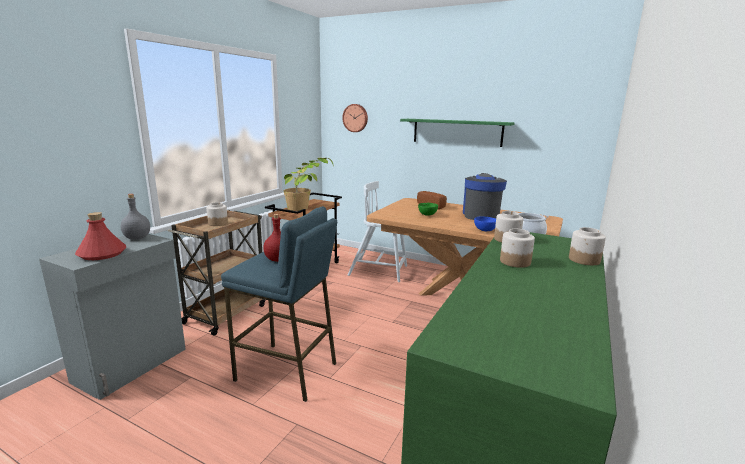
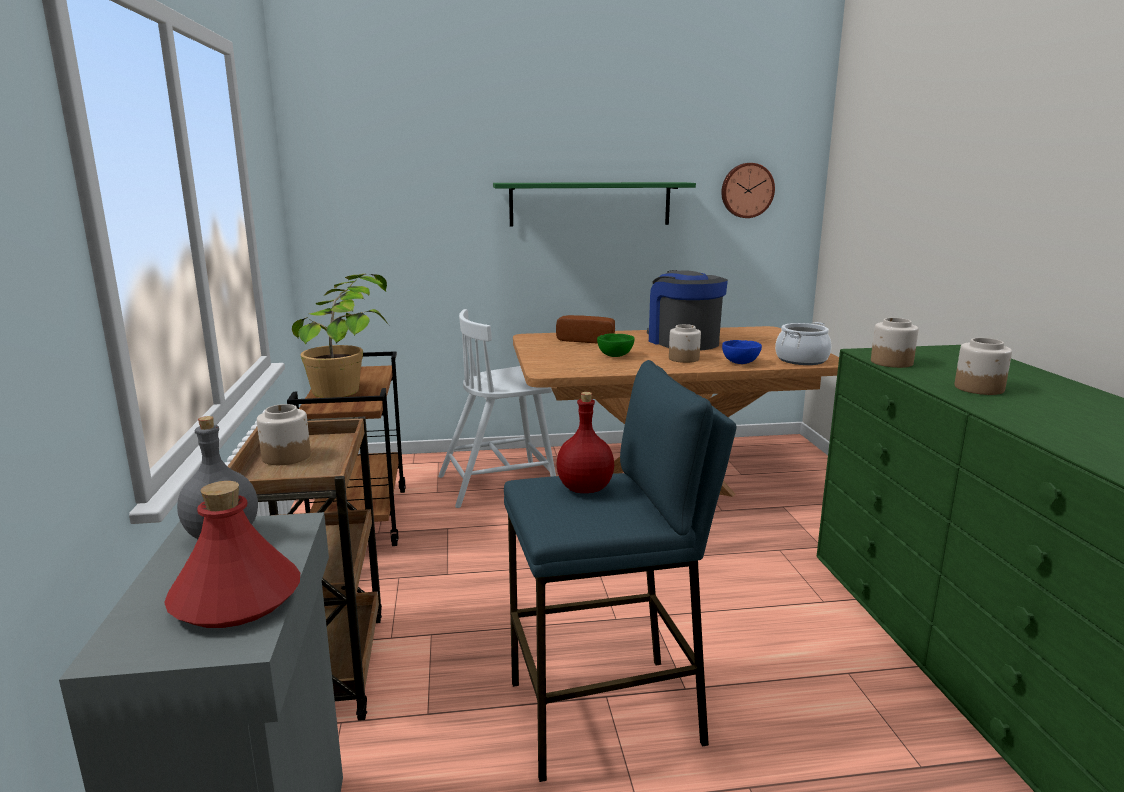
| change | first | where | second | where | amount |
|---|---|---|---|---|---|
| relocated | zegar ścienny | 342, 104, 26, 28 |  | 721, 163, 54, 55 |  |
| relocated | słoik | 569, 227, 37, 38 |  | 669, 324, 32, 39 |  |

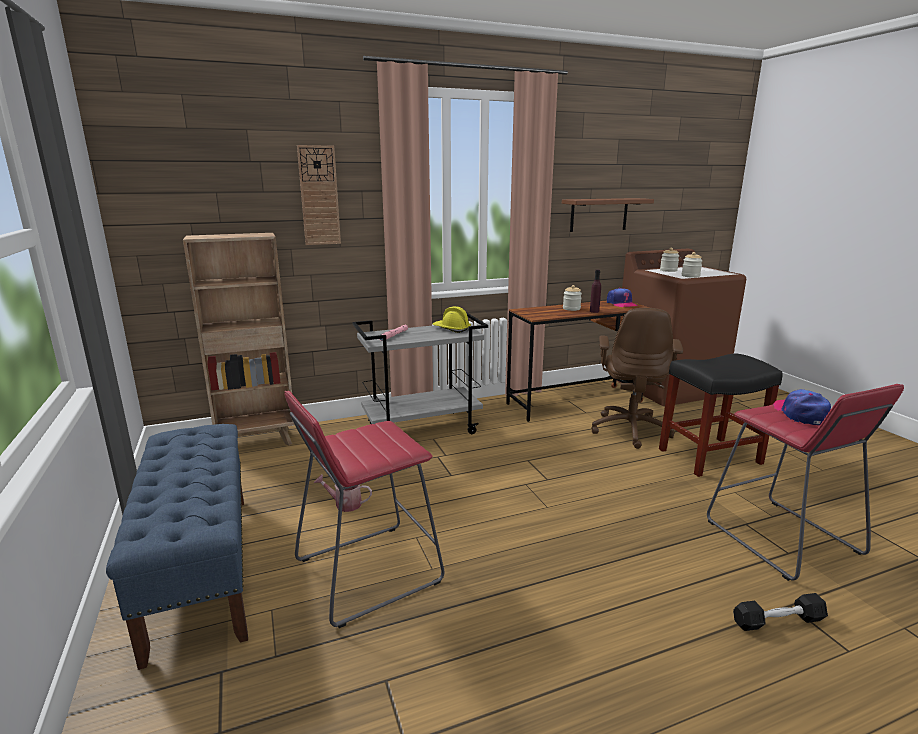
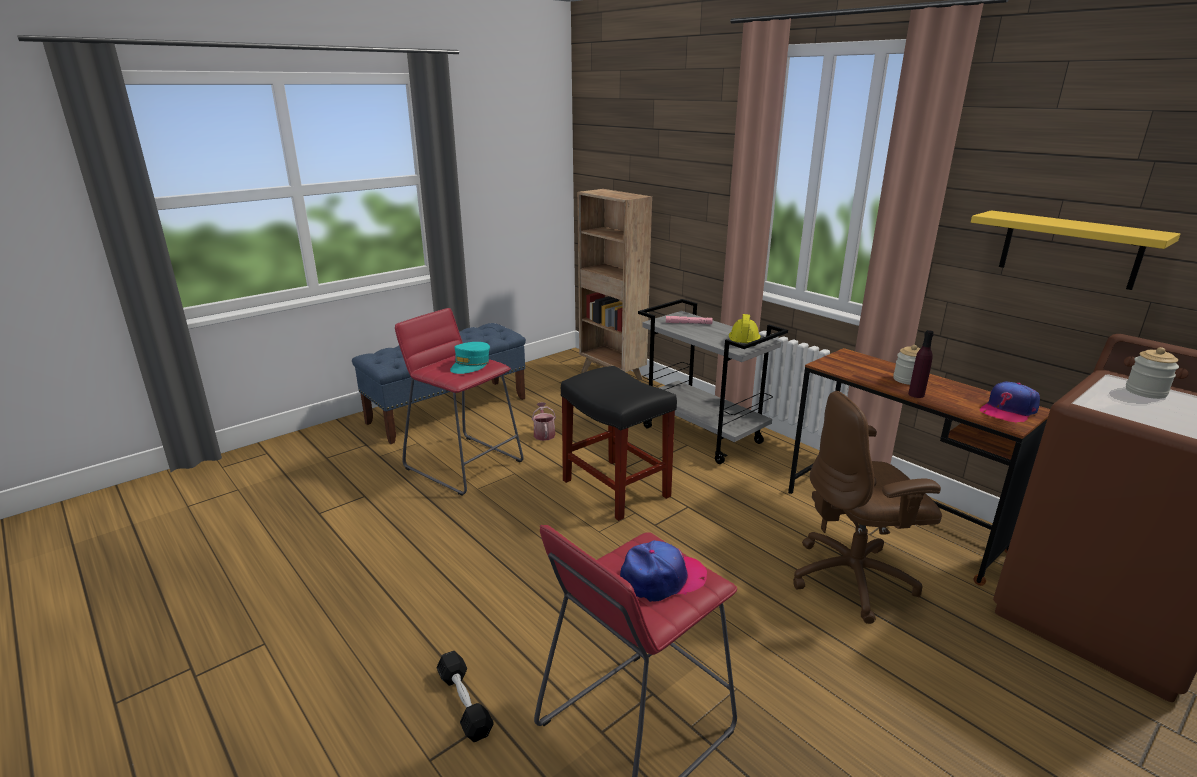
| change | first | where | second | where | amount |
|---|---|---|---|---|---|
| missing | zegar ścienny | 297, 145, 44, 100 |  |  |  |
| missing | słoik | 682, 252, 21, 26 |  |  |  |
| appeared |  |  | czapka z daszkiem [turkusowy] | 450, 342, 40, 32 |  |
| relocated | stołek [czarny] | 659, 353, 123, 124 |  | 561, 366, 116, 155 |  |
| colour | półka [brązowy] | 562, 198, 92, 34 | półka [żółty] | 971, 210, 209, 80 |  |

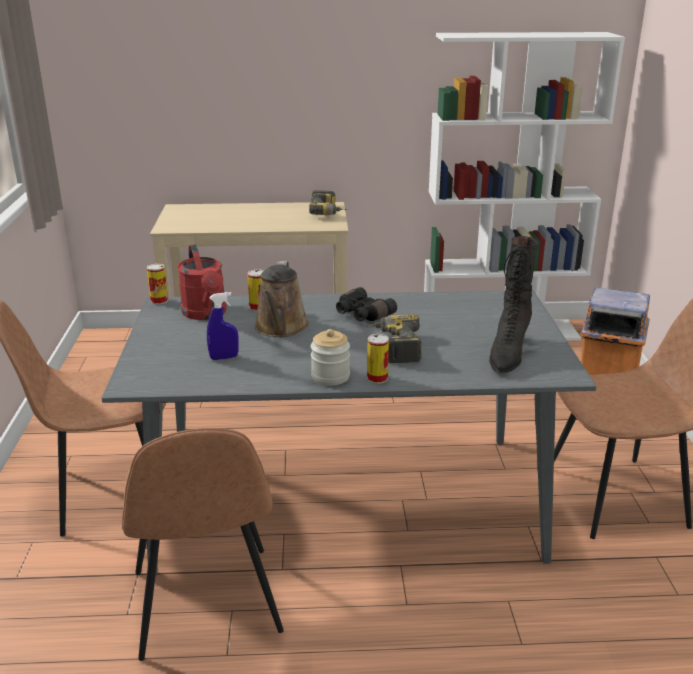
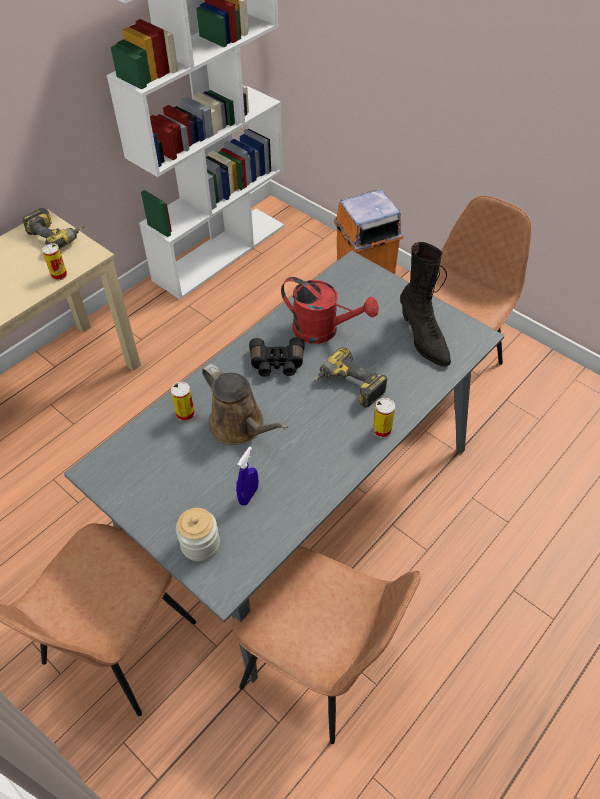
| change | first | where | second | where | amount |
|---|---|---|---|---|---|
| relocated | puszka | 147, 263, 21, 42 |  | 42, 243, 25, 38 |  |
| relocated | konewka [czerwony] | 177, 244, 49, 76 |  | 281, 277, 98, 67 |  |
| relocated | słoik | 311, 329, 39, 57 |  | 176, 508, 44, 53 |  |

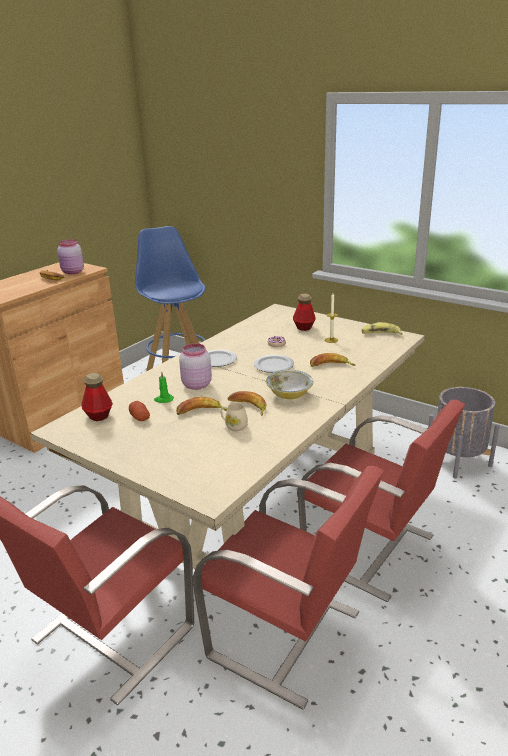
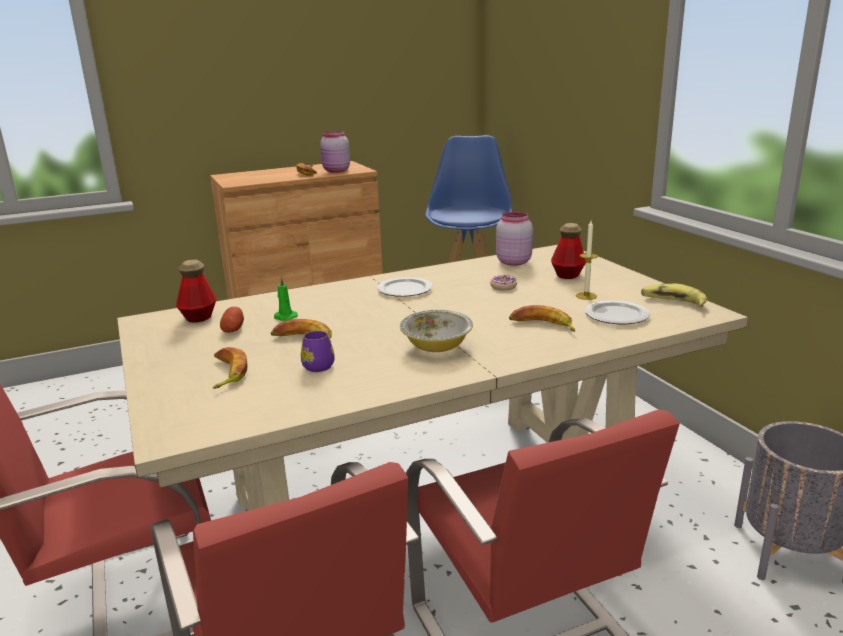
| change | first | where | second | where | amount |
|---|---|---|---|---|---|
| relocated | słoik [różowy] | 179, 343, 33, 47 |  | 496, 212, 37, 54 |  |
| relocated | banan | 227, 391, 40, 25 |  | 213, 347, 35, 42 |  |
| relocated | talerz | 254, 355, 40, 18 |  | 585, 301, 65, 23 |  |
| colour | kubek [beżowy] | 221, 403, 27, 28 | kubek [fioletowy] | 301, 331, 33, 41 |  |

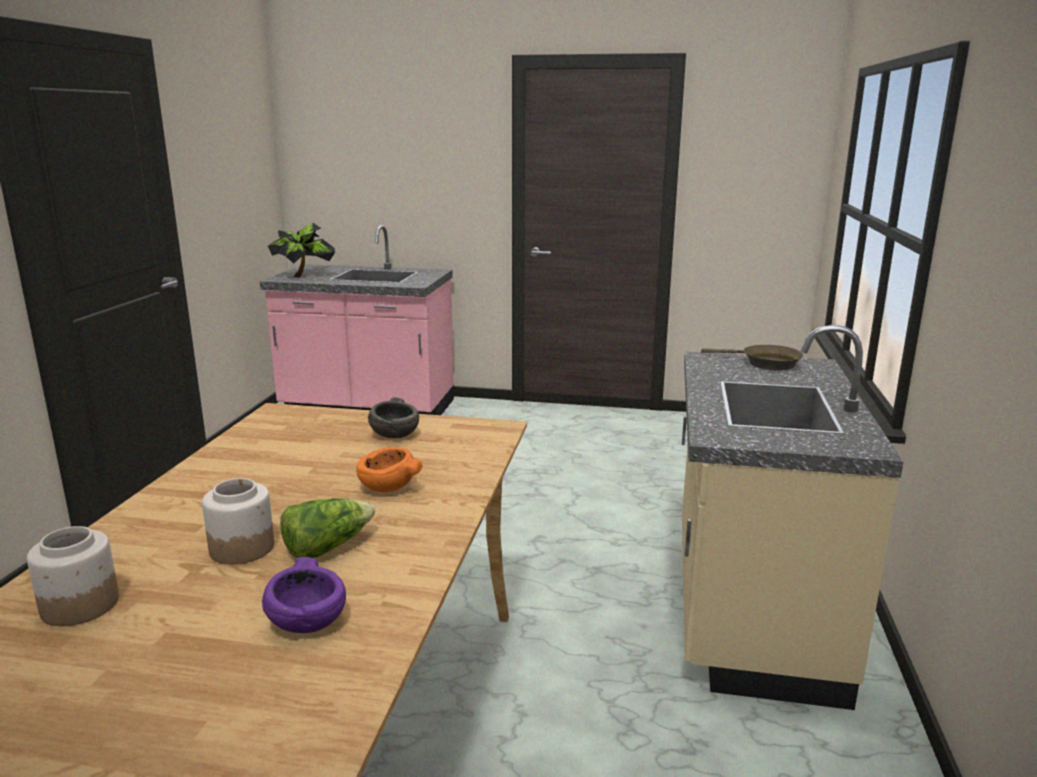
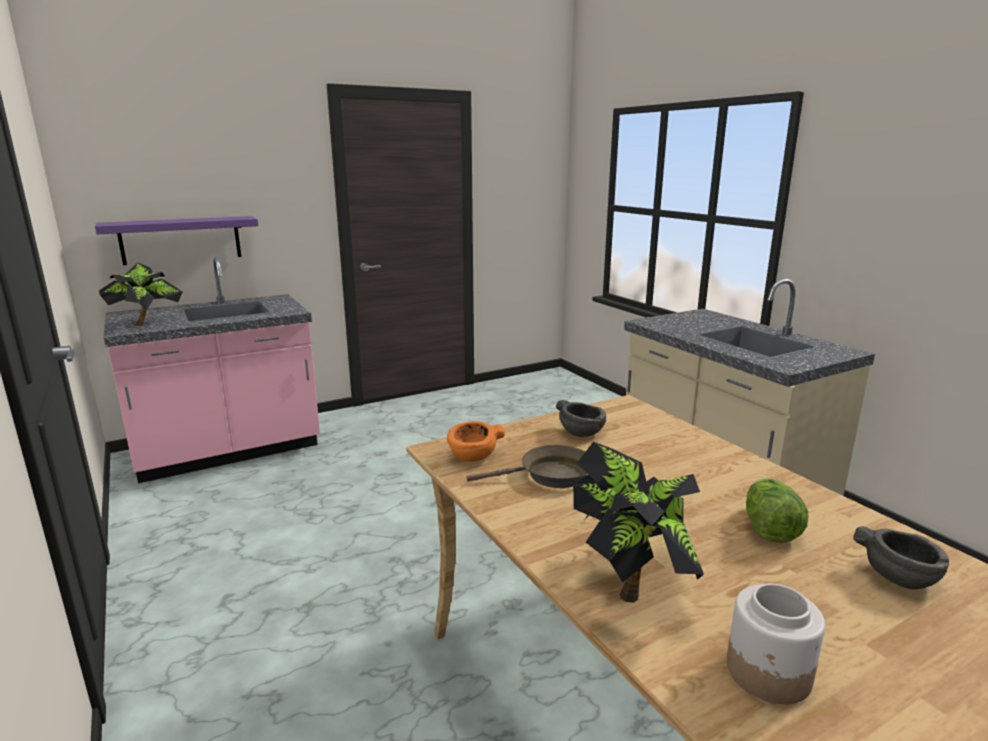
| change | first | where | second | where | amount |
|---|---|---|---|---|---|
| missing | słoik | 202, 478, 72, 86 |  |  |  |
| appeared |  |  | półka [fioletowy] | 95, 216, 163, 49 |  |
| appeared |  |  | roślina doniczkowa | 573, 442, 131, 161 |  |
| relocated | miska [pomarańczowy] | 356, 447, 67, 45 |  | 447, 421, 58, 41 |  |
| relocated | patelnia [brązowy] | 701, 345, 102, 26 |  | 467, 445, 121, 43 |  |
| colour | miska [fioletowy] | 262, 557, 84, 76 | miska [szary] | 853, 526, 96, 63 |  |

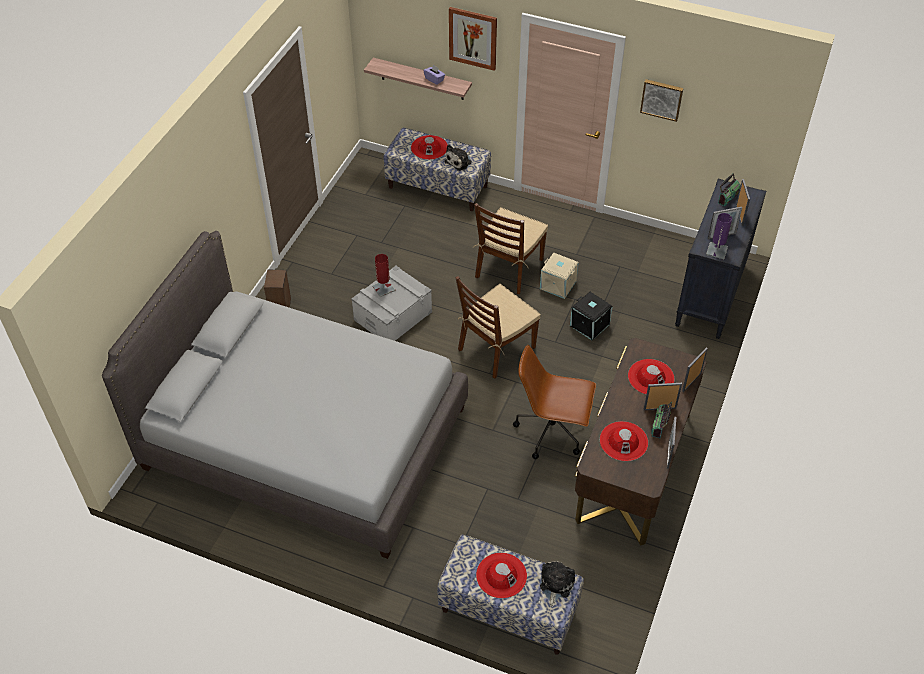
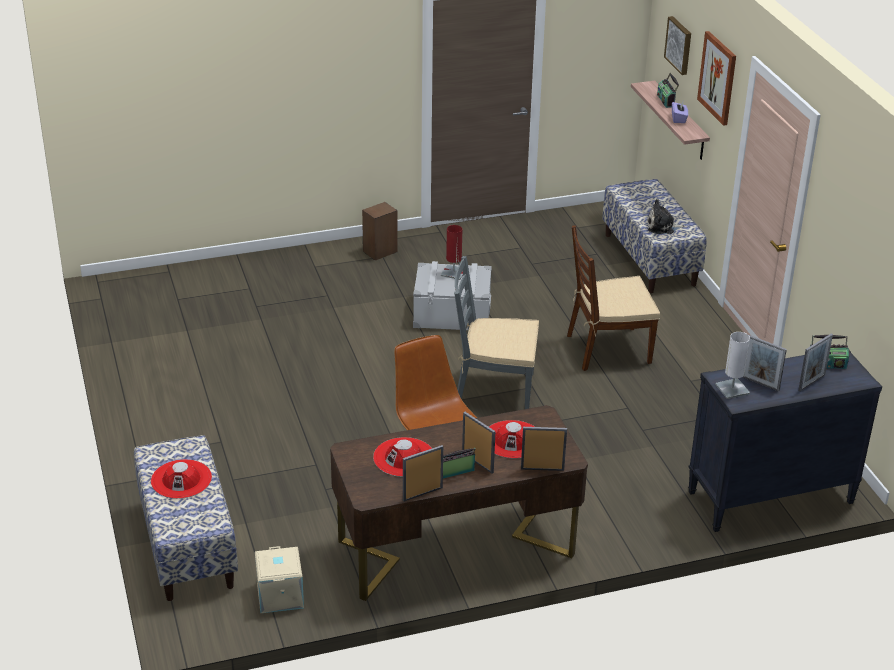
| change | first | where | second | where | amount |
|---|---|---|---|---|---|
| missing | łóżko [szary] | 102, 231, 366, 328 |  |  |  |
| missing | kapelusz [czerwony] | 411, 135, 37, 25 |  |  |  |
| missing | pluszak | 540, 561, 35, 46 |  |  |  |
| missing | pojemnik do przechowywania [czarny] | 570, 292, 42, 48 |  |  |  |
| appeared |  |  | radio | 657, 73, 22, 35 |  |
| relocated | pojemnik do przechowywania [beżowy] | 540, 253, 39, 46 |  | 255, 546, 49, 68 |  |
| relocated | obraz | 640, 79, 43, 43 |  | 664, 16, 27, 59 |  |
| colour | krzesło [brązowy] | 455, 276, 86, 103 | krzesło [szary] | 454, 256, 85, 153 |  |
| colour | lampa stołowa [fioletowy] | 706, 213, 26, 46 | lampa stołowa [biały] | 715, 332, 35, 67 |  |

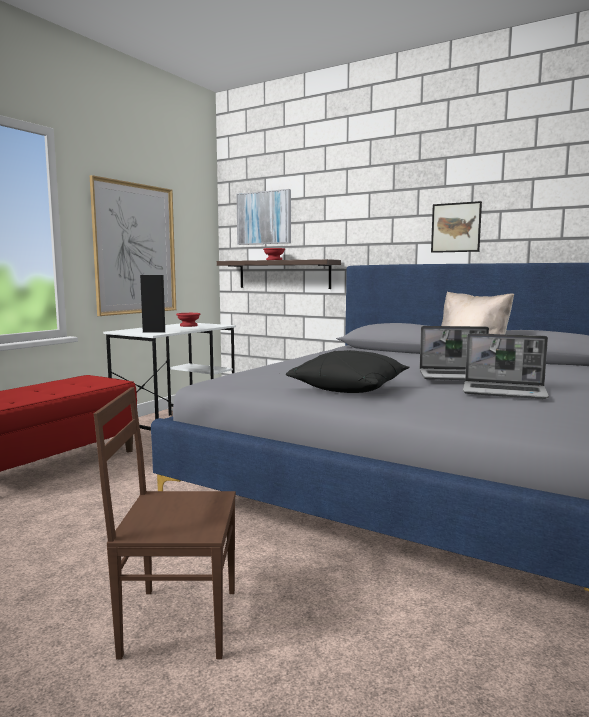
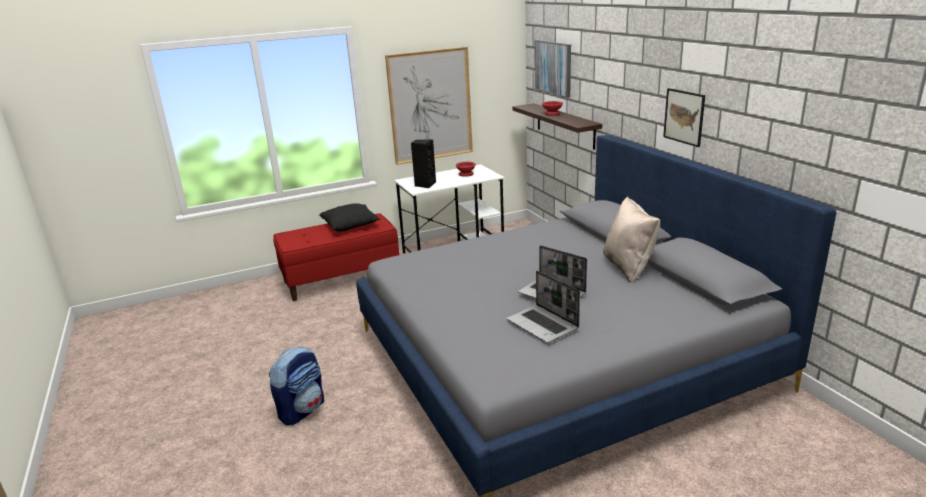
| change | first | where | second | where | amount |
|---|---|---|---|---|---|
| relocated | poduszka [czarny] | 286, 350, 123, 43 |  | 319, 203, 61, 29 |  |
| exchanged | krzesło [brązowy] | 94, 387, 142, 272 | plecak | 269, 347, 55, 78 |  |

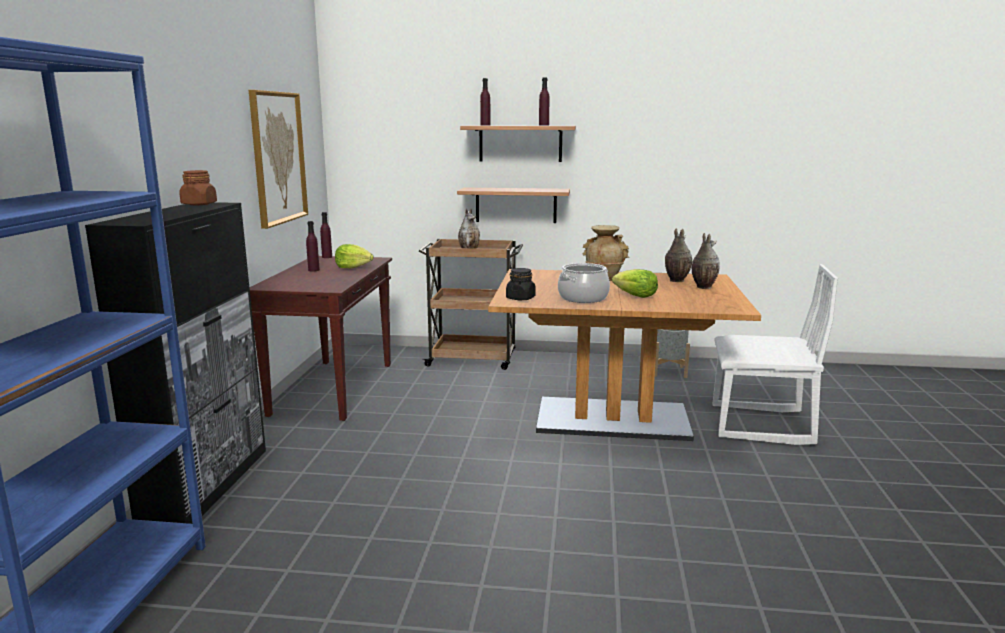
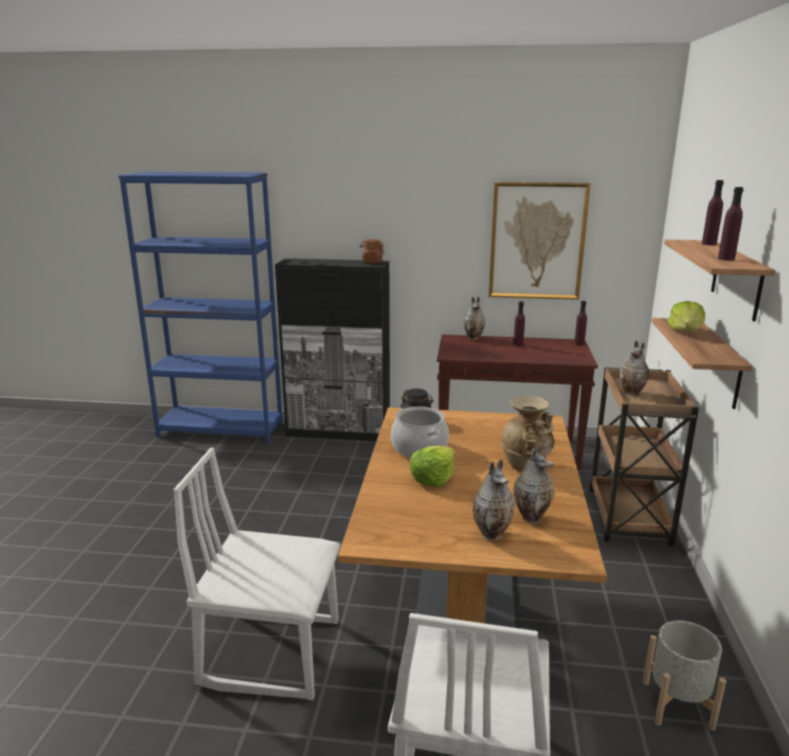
| change | first | where | second | where | amount |
|---|---|---|---|---|---|
| appeared |  |  | krzesło [biały] | 174, 448, 167, 252 |  |
| appeared |  |  | wazon | 464, 297, 21, 43 |  |
| relocated | sałata | 335, 244, 38, 24 |  | 668, 301, 37, 30 |  |

